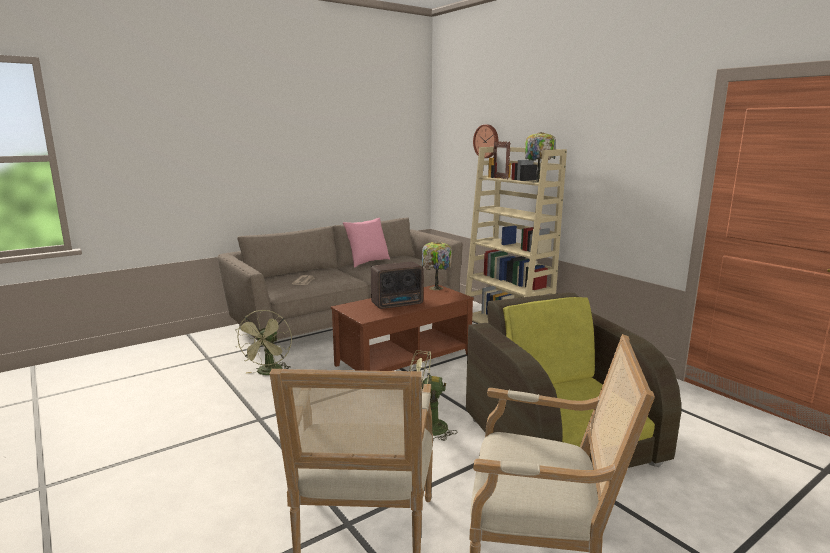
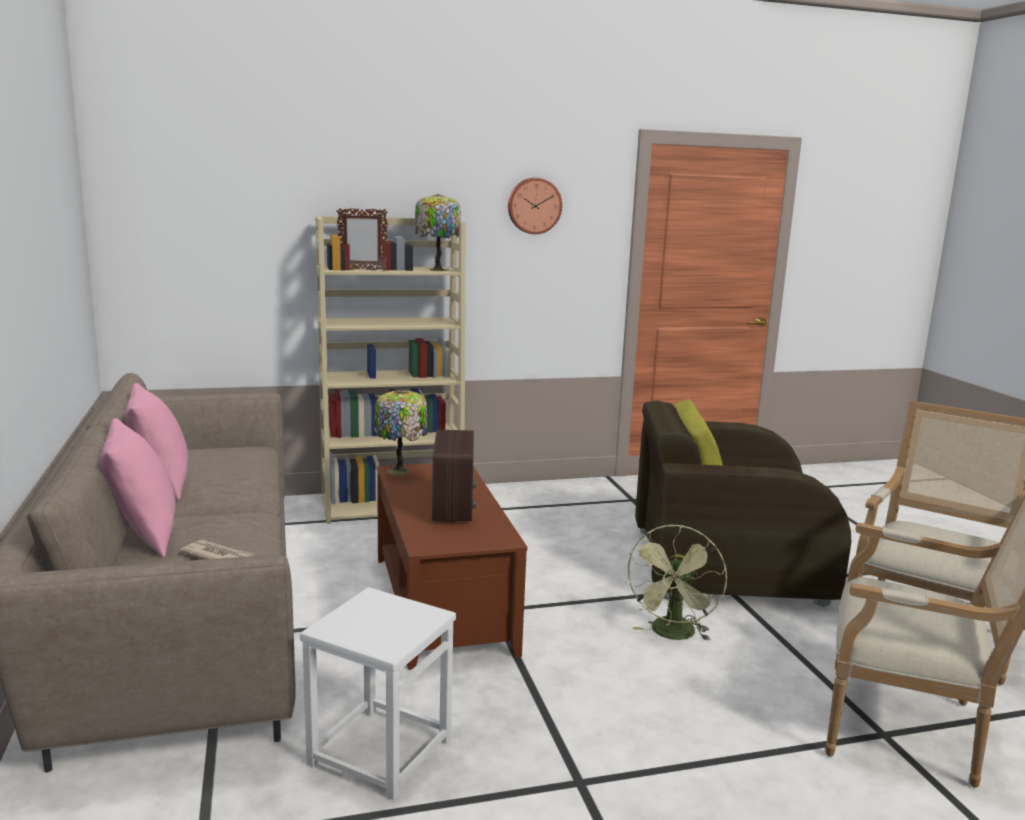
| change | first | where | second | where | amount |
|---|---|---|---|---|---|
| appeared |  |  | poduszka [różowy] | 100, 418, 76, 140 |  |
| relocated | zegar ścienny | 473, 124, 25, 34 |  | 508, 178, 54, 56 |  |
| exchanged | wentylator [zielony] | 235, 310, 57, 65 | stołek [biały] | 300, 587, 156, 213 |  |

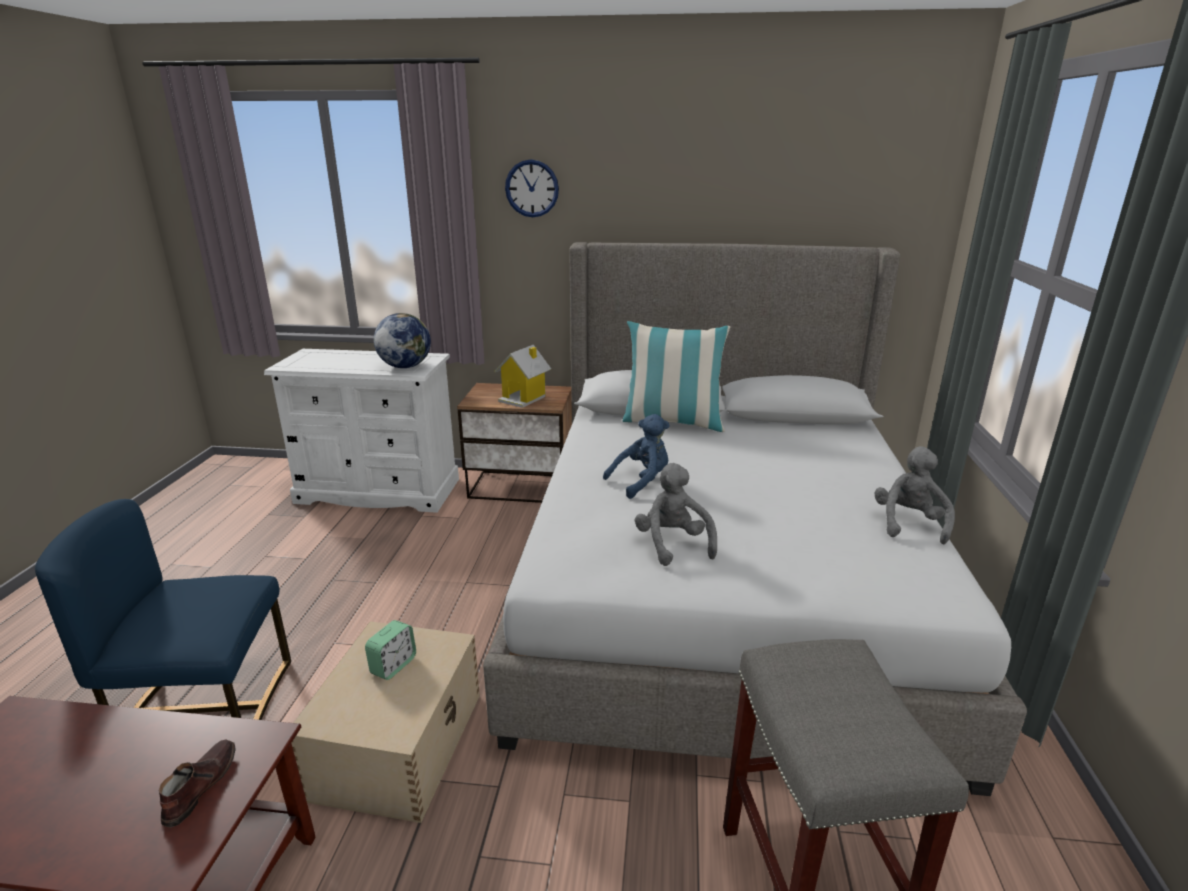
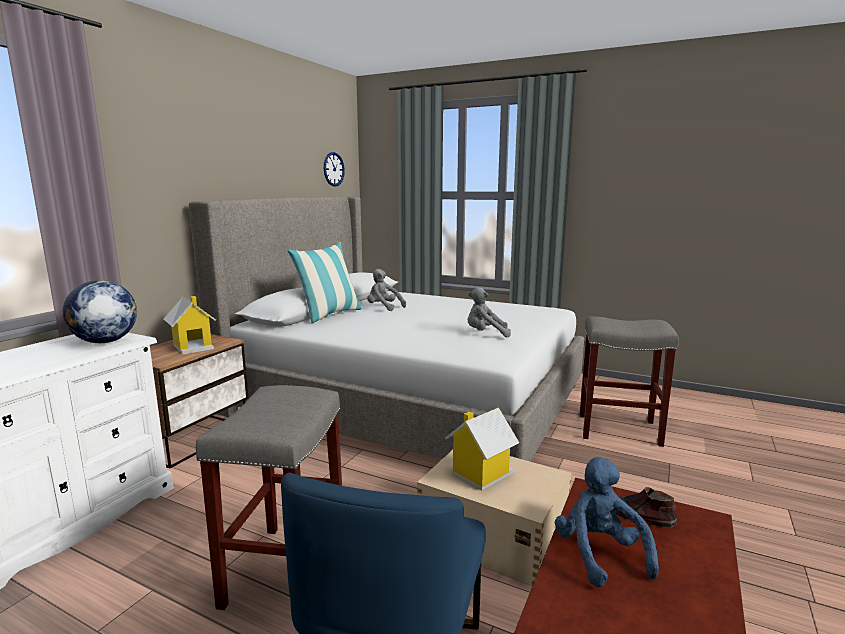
| change | first | where | second | where | amount |
|---|---|---|---|---|---|
| appeared |  |  | stołek [szary] | 196, 385, 146, 225 |  |
| relocated | zegar ścienny | 505, 159, 54, 58 |  | 324, 152, 21, 35 |  |
| relocated | pluszak [niebieski] | 603, 414, 67, 85 |  | 555, 457, 104, 130 |  |
| relocated | pluszak [szary] | 874, 446, 81, 98 |  | 367, 269, 39, 42 |  |
| exchanged | budzik | 365, 620, 51, 60 | domek | 445, 408, 74, 83 |  |

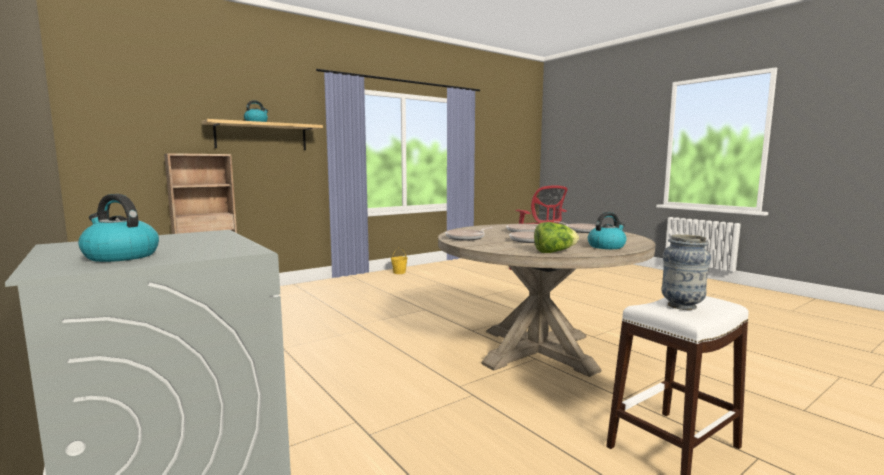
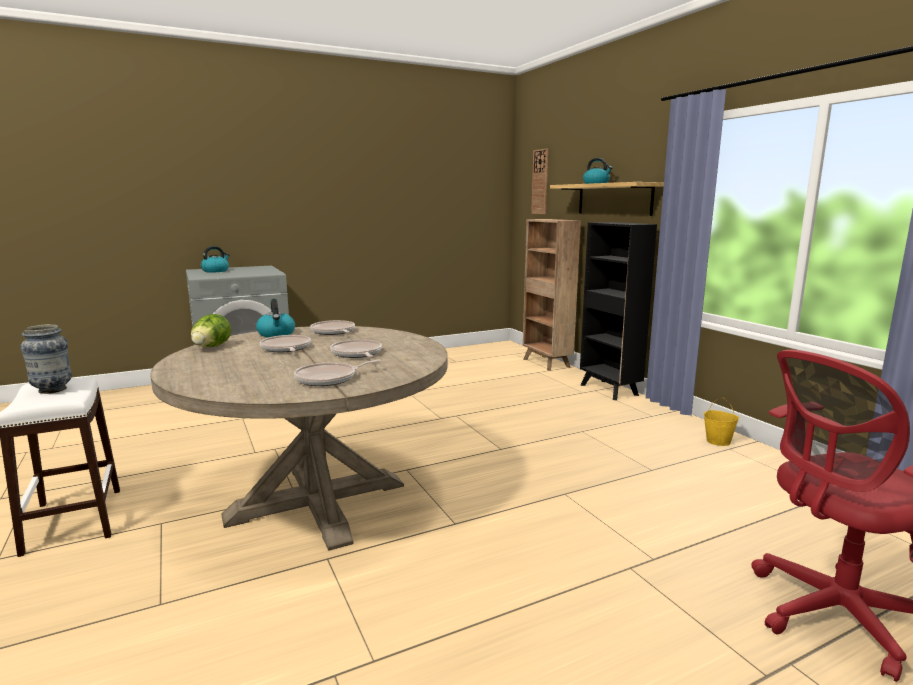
| change | first | where | second | where | amount |
|---|---|---|---|---|---|
| appeared |  |  | zegar ścienny | 531, 148, 17, 66 |  |
| appeared |  |  | regał [czarny] | 580, 222, 77, 178 |  |
| relocated | czajnik | 588, 212, 38, 37 |  | 256, 299, 39, 38 |  |

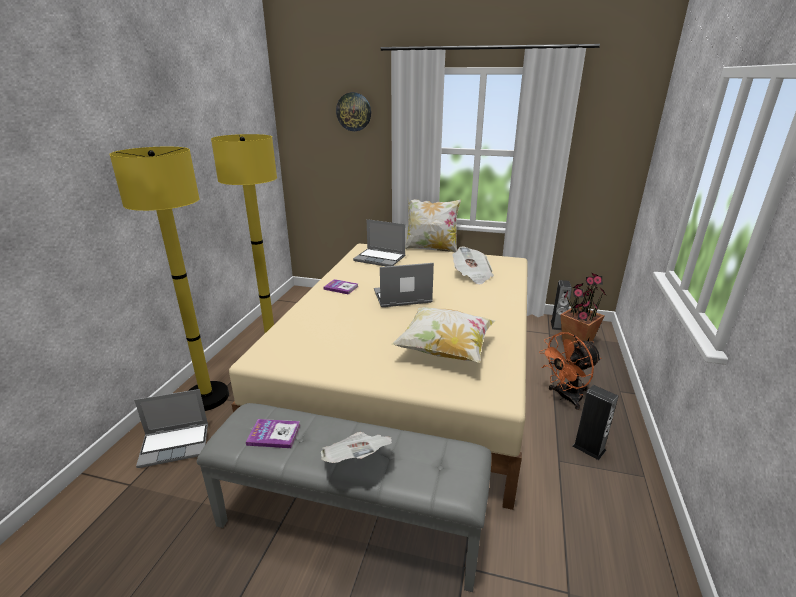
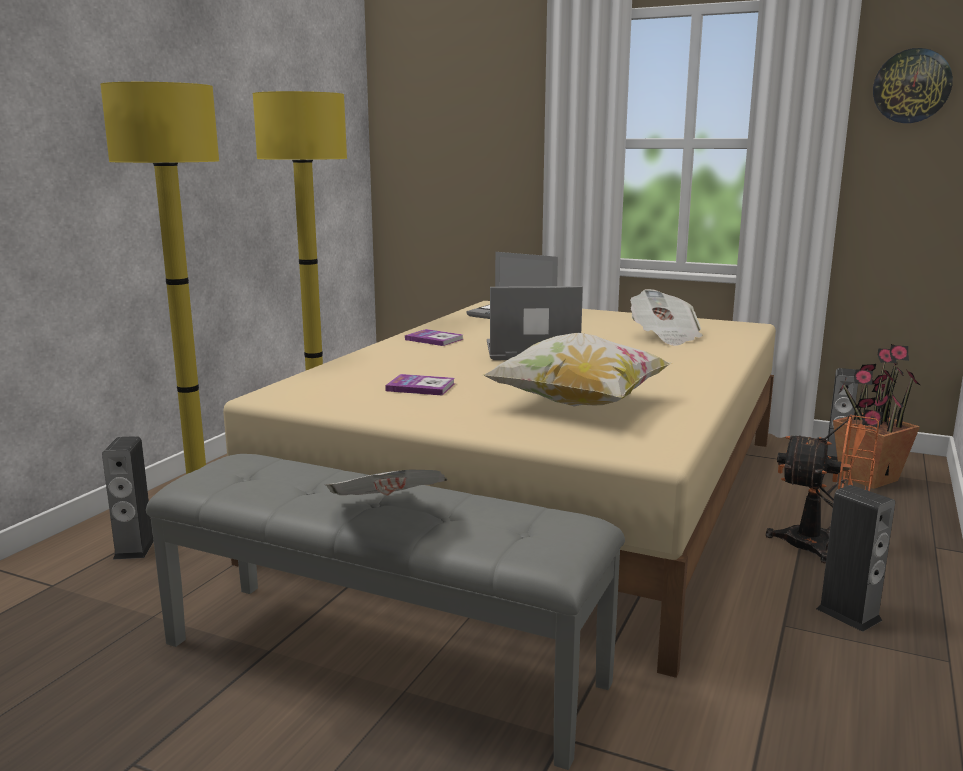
| change | first | where | second | where | amount |
|---|---|---|---|---|---|
| missing | poduszka | 405, 199, 56, 53 |  |  |  |
| relocated | książka | 246, 419, 54, 29 |  | 385, 374, 70, 22 |  |
| relocated | zegar ścienny | 336, 92, 35, 39 |  | 873, 48, 80, 75 |  |
| exchanged | laptop | 134, 389, 74, 79 | głośnik | 102, 436, 52, 124 |  |
| spun | wentylator [pomarańczowy] | 539, 332, 62, 78 |  | 766, 415, 113, 149 | 135 degrees counterclockwise |

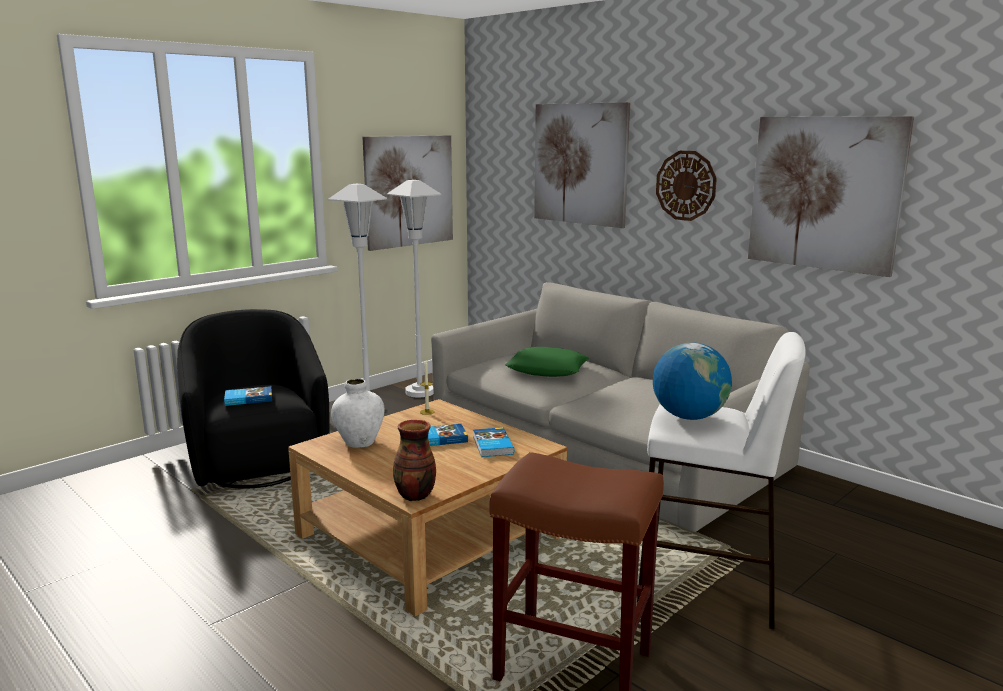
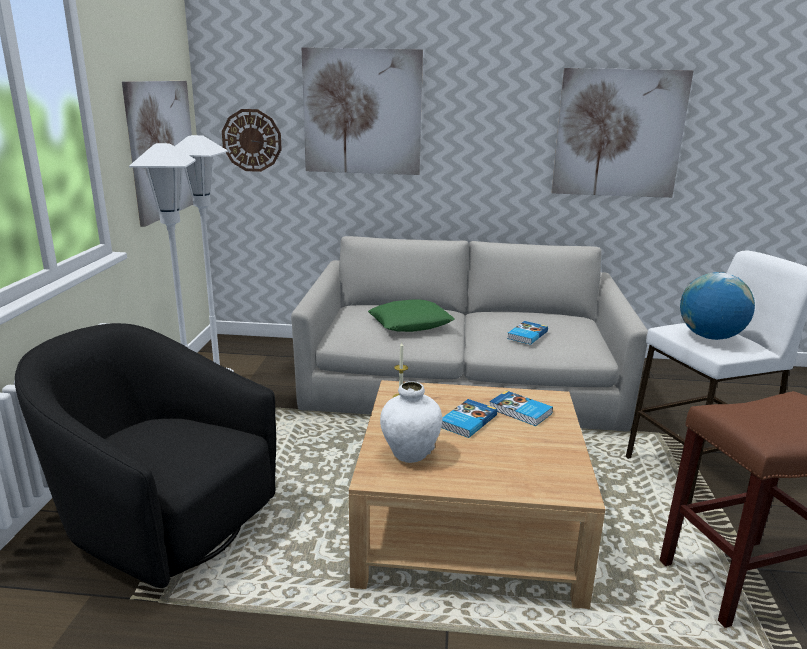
| change | first | where | second | where | amount |
|---|---|---|---|---|---|
| missing | wazon | 393, 420, 43, 81 |  |  |  |
| relocated | książka | 224, 386, 48, 20 |  | 507, 321, 41, 24 |  |
| relocated | zegar ścienny | 656, 151, 61, 70 |  | 222, 109, 60, 63 |  |

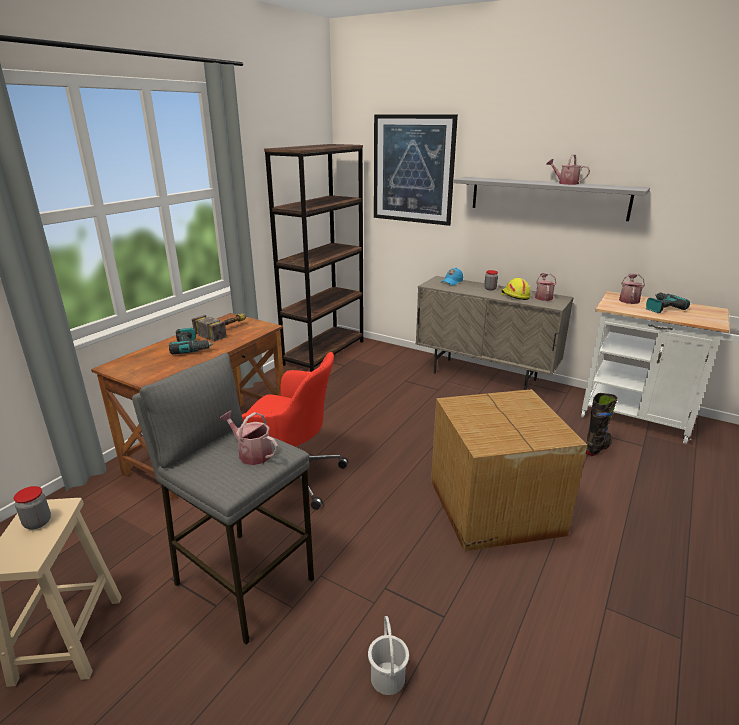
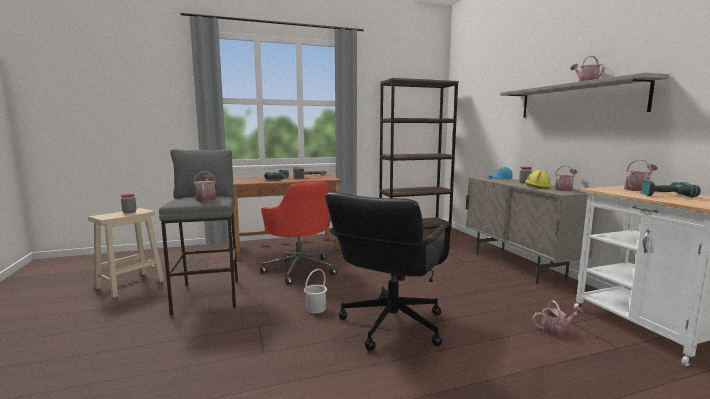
| change | first | where | second | where | amount |
|---|---|---|---|---|---|
| missing | obraz | 374, 114, 84, 112 |  |  |  |
| relocated | wiadro [biały] | 368, 616, 41, 79 |  | 304, 269, 23, 45 |  |
| exchanged | karton | 431, 389, 156, 163 | krzesło biurowe [czarny] | 325, 192, 126, 159 |  |
| exchanged | but z cholewką [czarny] | 586, 393, 32, 63 | konewka | 532, 300, 52, 37 |  |

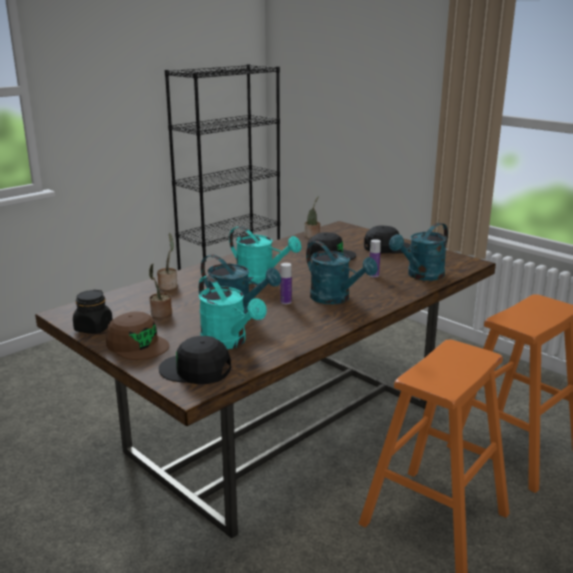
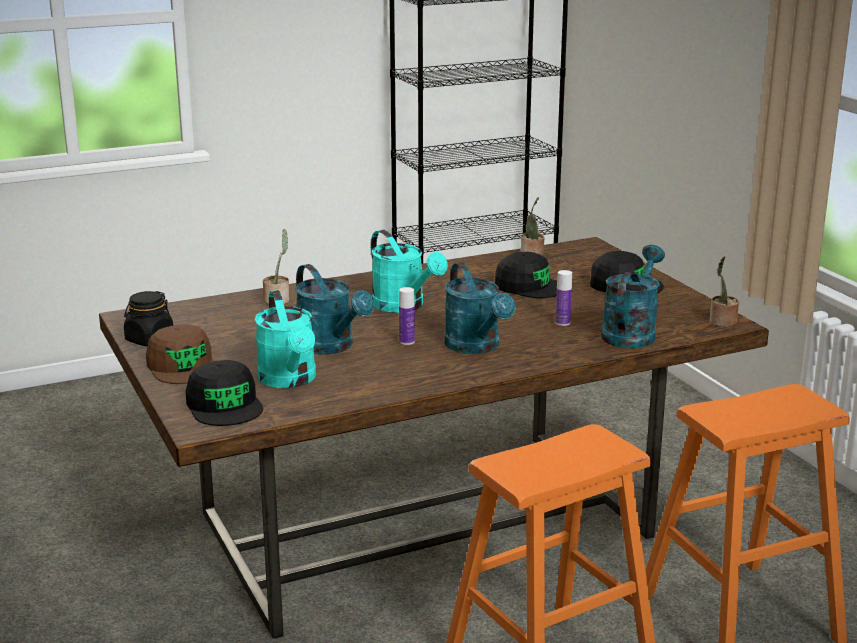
| change | first | where | second | where | amount |
|---|---|---|---|---|---|
| relocated | roślina doniczkowa | 149, 263, 23, 55 |  | 710, 256, 29, 71 |  |
| spun | czapka z daszkiem [czarny] | 159, 336, 72, 48 |  | 185, 360, 78, 66 | 150 degrees counterclockwise |
| spun | konewka [turkusowy] | 389, 223, 59, 58 |  | 601, 245, 64, 103 | 135 degrees clockwise |

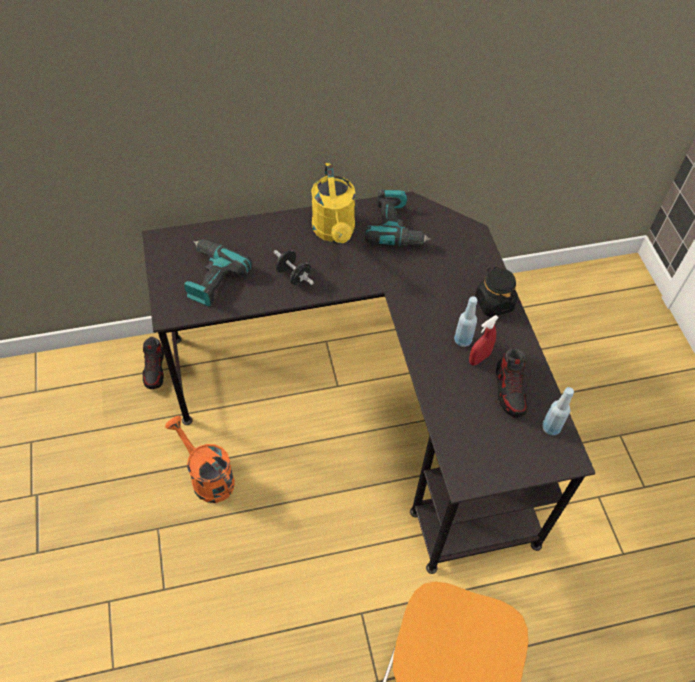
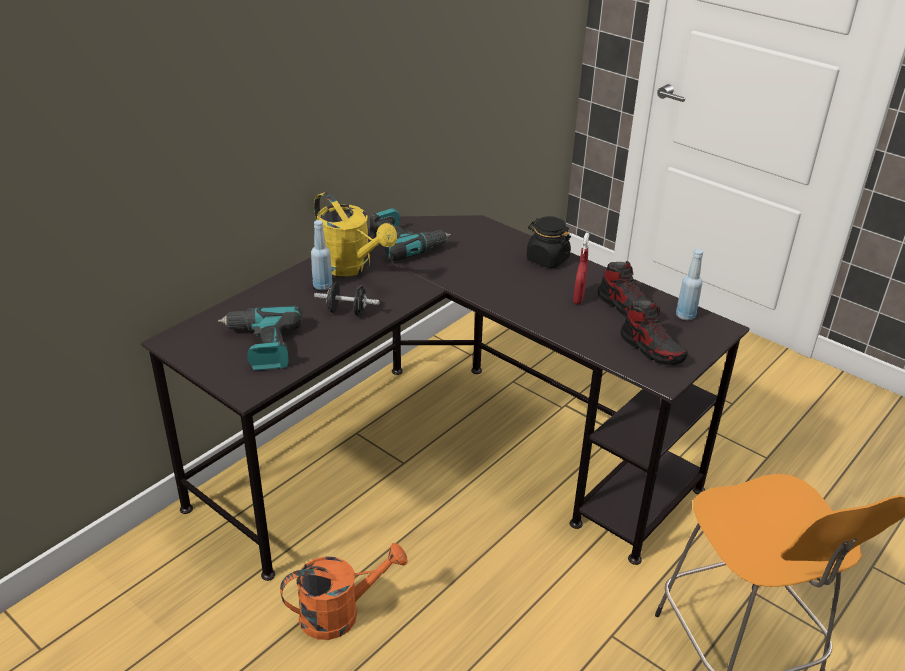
| change | first | where | second | where | amount |
|---|---|---|---|---|---|
| relocated | but | 143, 337, 21, 52 |  | 620, 301, 68, 64 |  |
| relocated | butelka [niebieski] | 454, 296, 23, 51 |  | 311, 220, 21, 70 |  |
| spun | konewka [pomarańczowy] | 165, 416, 70, 87 |  | 280, 543, 128, 97 | 150 degrees clockwise |

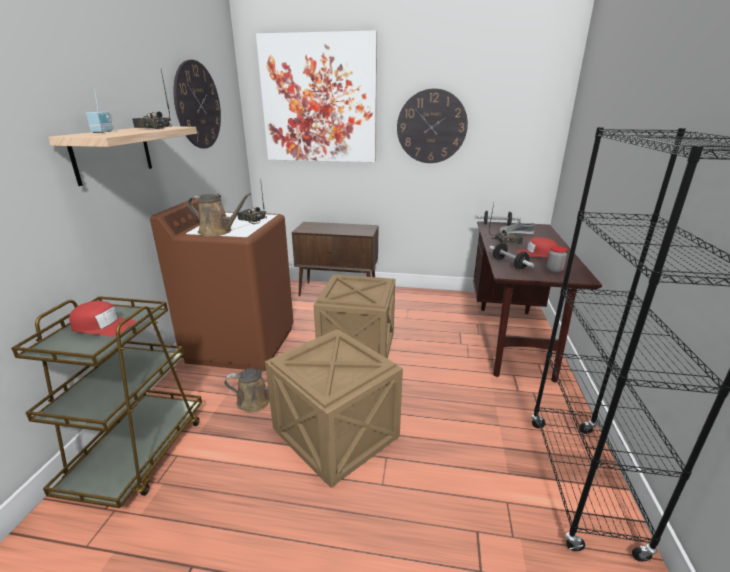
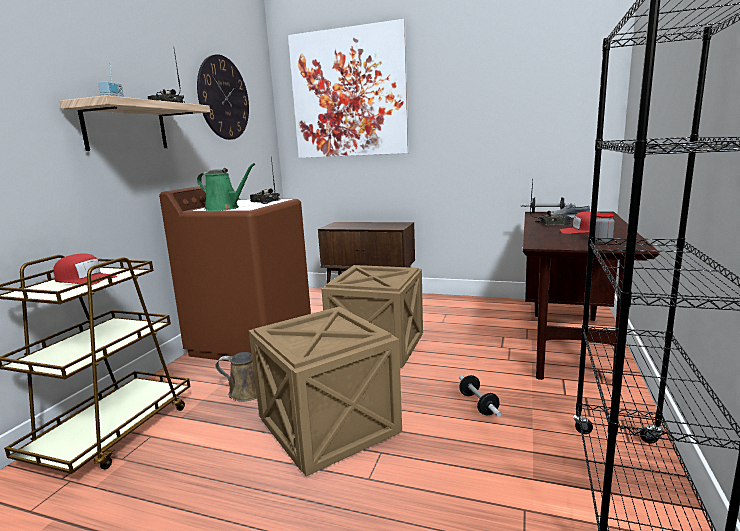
| change | first | where | second | where | amount |
|---|---|---|---|---|---|
| missing | zegar ścienny | 397, 89, 71, 74 |  |  |  |
| relocated | hantel | 489, 243, 46, 26 |  | 459, 375, 42, 42 |  |
| colour | konewka [brązowy] | 188, 193, 63, 43 | konewka [zielony] | 197, 163, 58, 48 |  |

